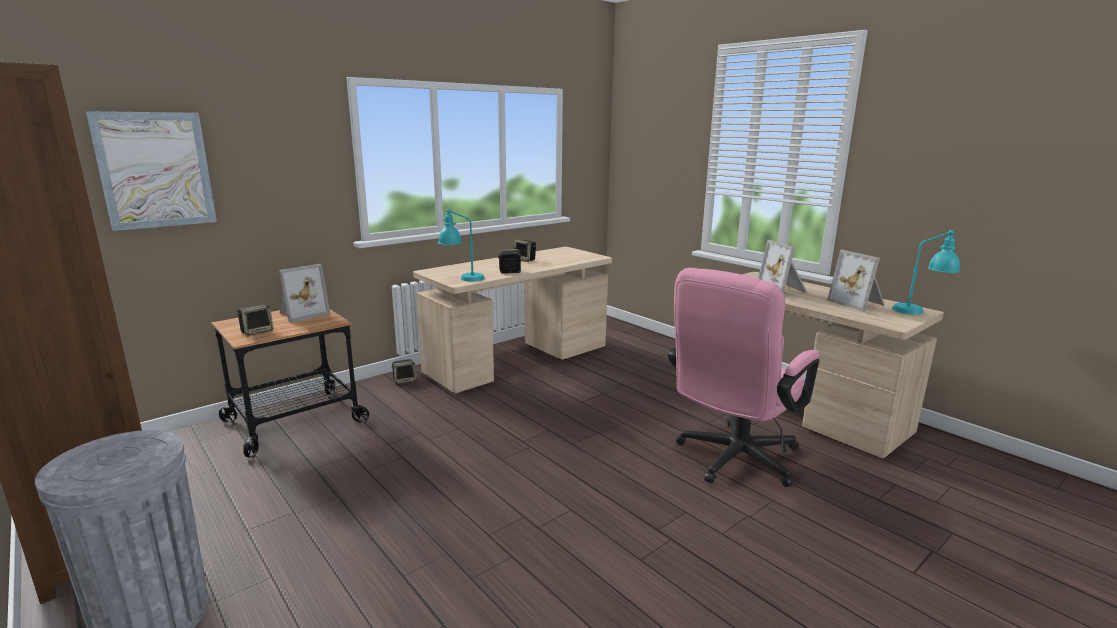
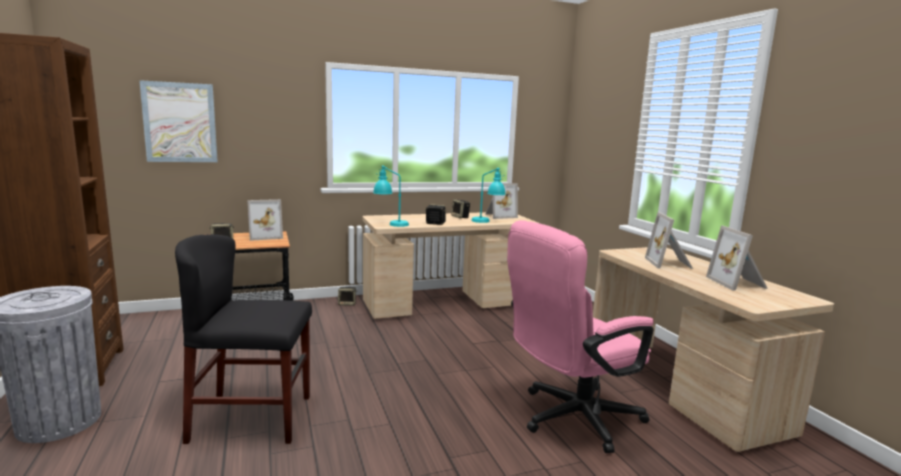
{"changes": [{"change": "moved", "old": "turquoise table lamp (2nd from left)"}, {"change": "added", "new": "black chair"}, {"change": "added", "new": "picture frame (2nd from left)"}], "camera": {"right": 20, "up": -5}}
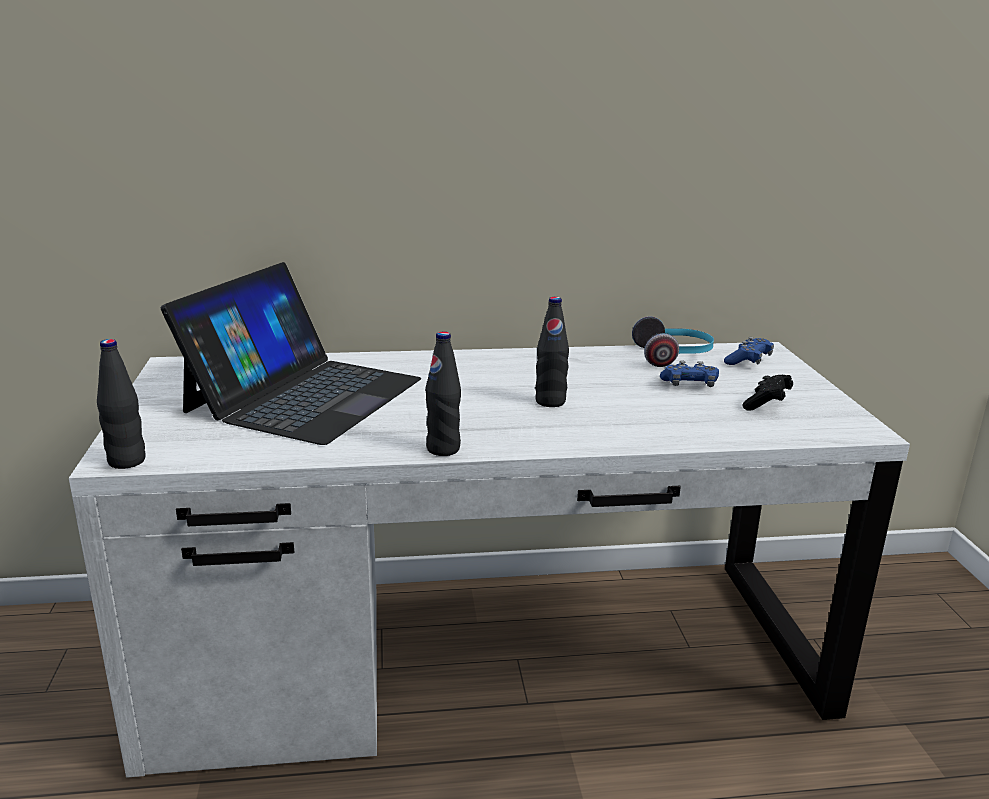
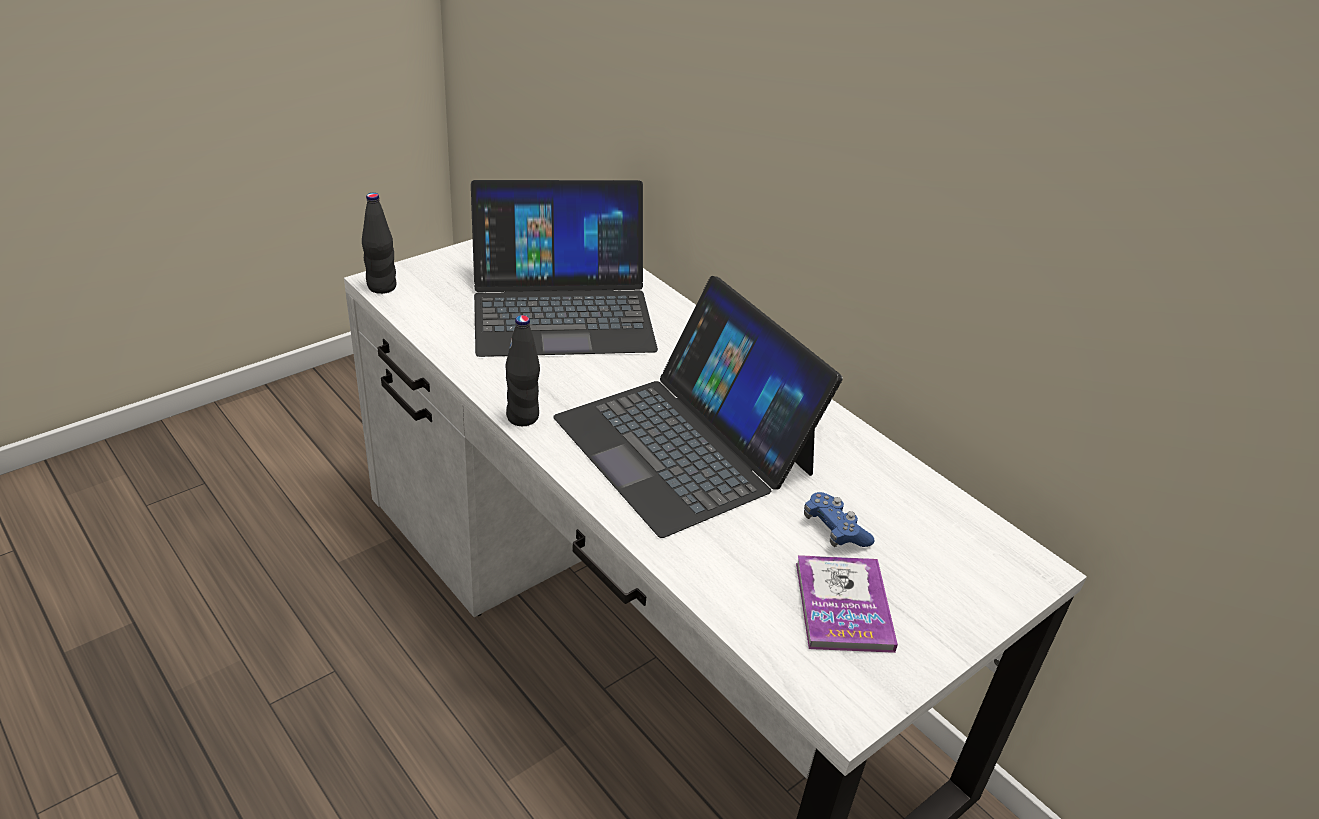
{"changes": [{"change": "replaced", "old": "black bottle (3rd from left)", "new": "laptop (2nd from left)"}, {"change": "removed", "old": "headphones"}, {"change": "removed", "old": "blue game controller (2nd from left)"}, {"change": "replaced", "old": "black game controller", "new": "book"}], "camera": {"right": 55, "up": 15}}
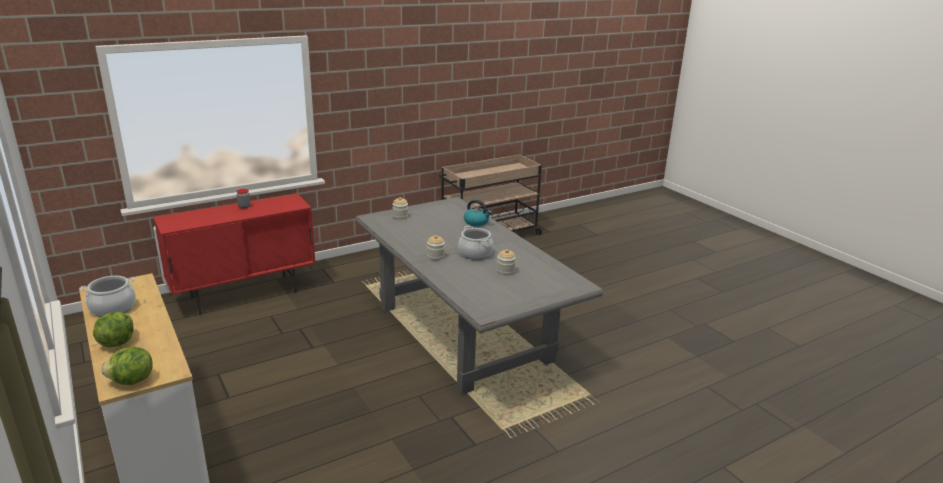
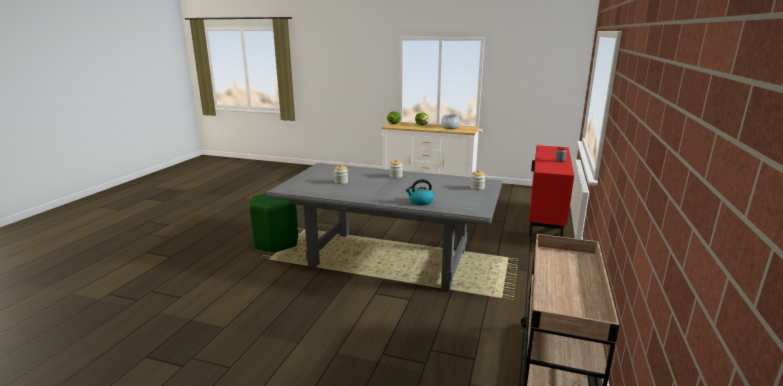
{"changes": [{"change": "removed", "old": "cooking pot (2nd from left)"}, {"change": "added", "new": "green stool"}], "camera": {"right": 140, "up": -5}}
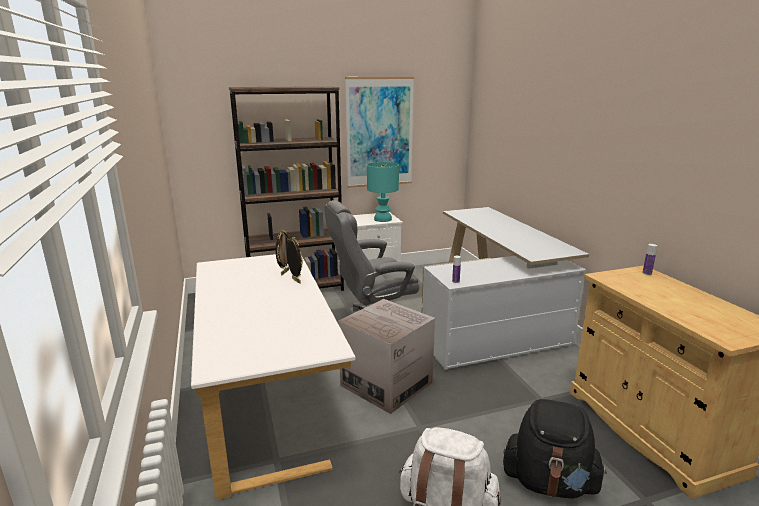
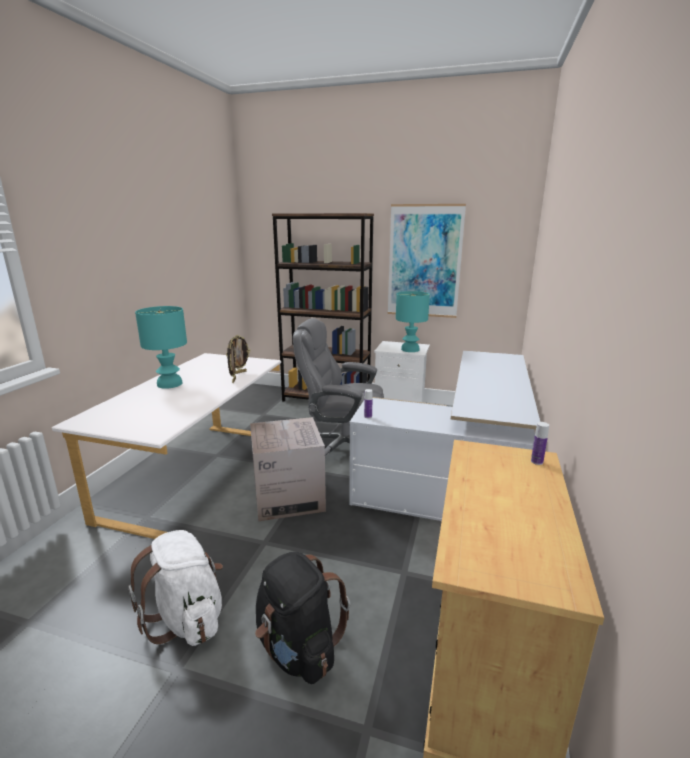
{"changes": [{"change": "added", "new": "turquoise table lamp (1st from left)"}], "camera": {"right": 35, "up": 0}}
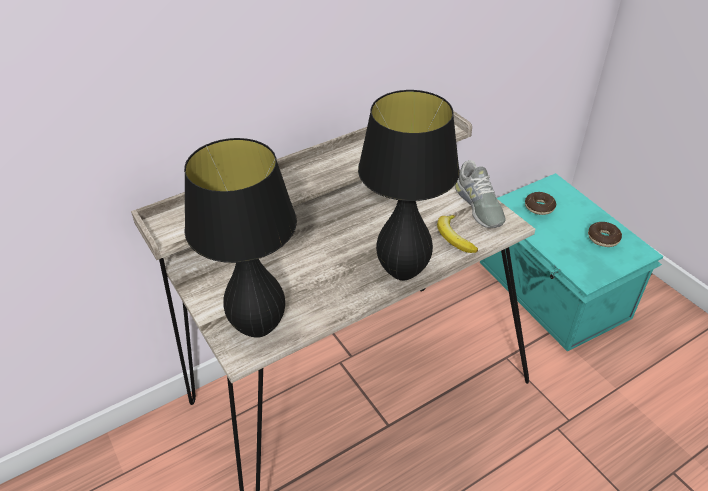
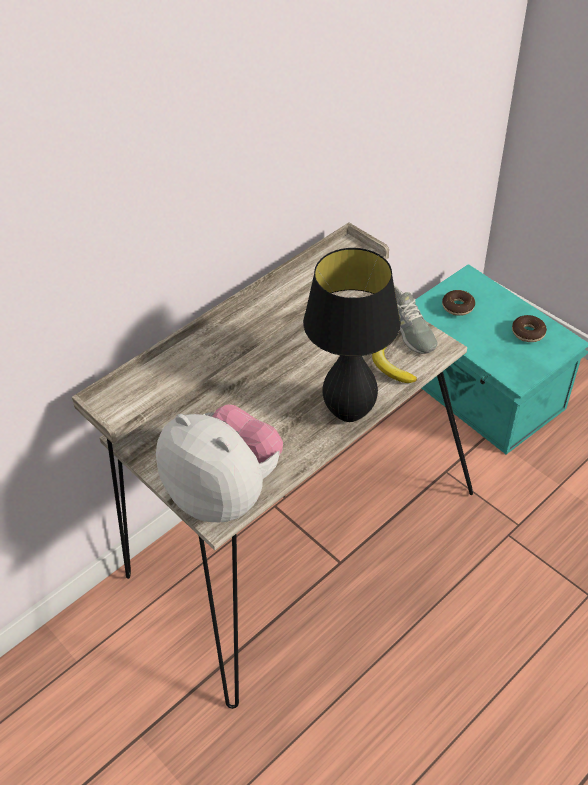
{"changes": [{"change": "replaced", "old": "black table lamp (1st from left)", "new": "plush toy"}], "camera": {"right": -10, "up": 5}}
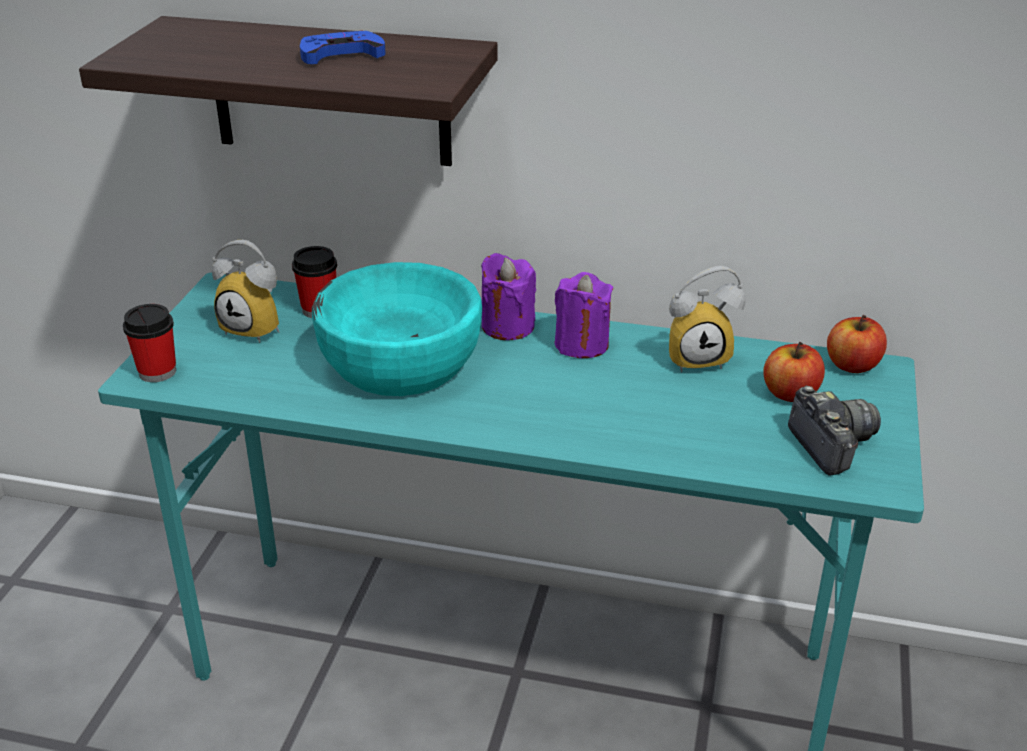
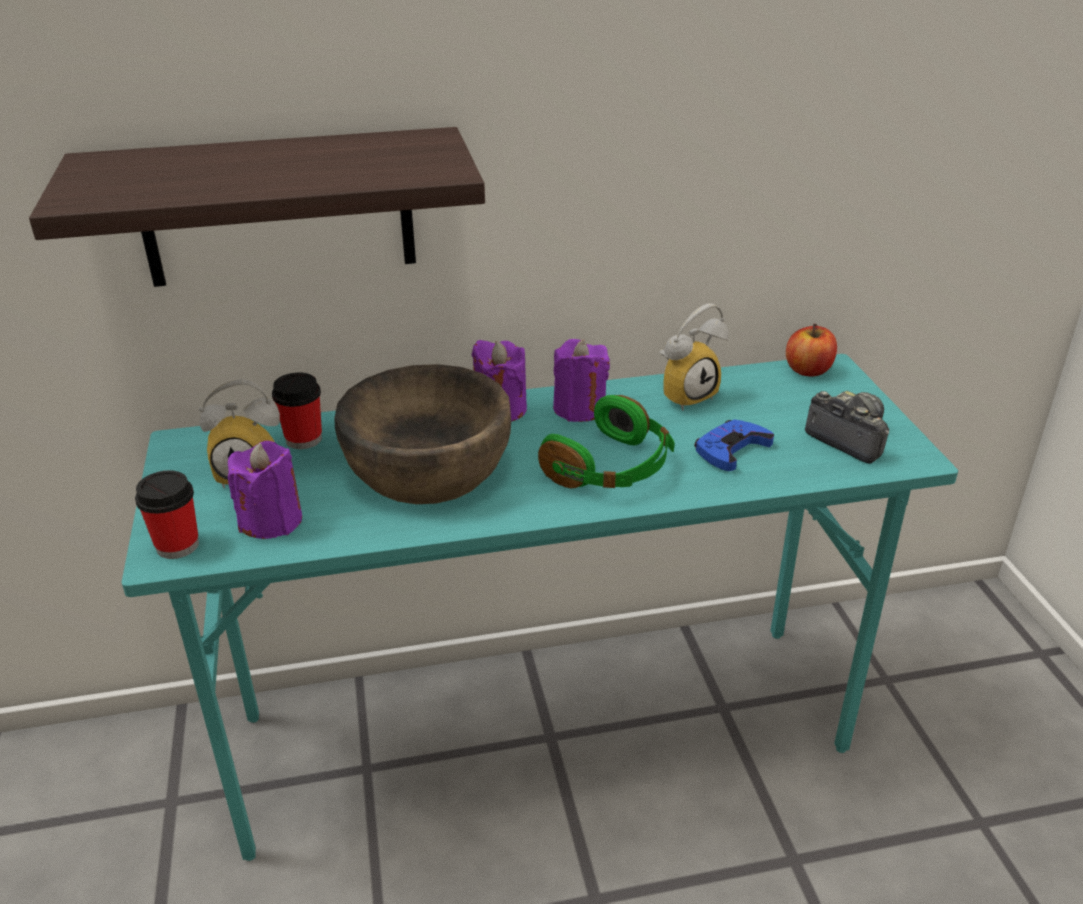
{"changes": [{"change": "moved", "old": "blue game controller"}, {"change": "recoloured", "old": "turquoise bowl", "new": "brown bowl"}, {"change": "removed", "old": "apple (1st from left)"}, {"change": "added", "new": "purple candle (1st from left)"}, {"change": "added", "new": "green headphones"}], "camera": {"right": -25, "up": 0}}
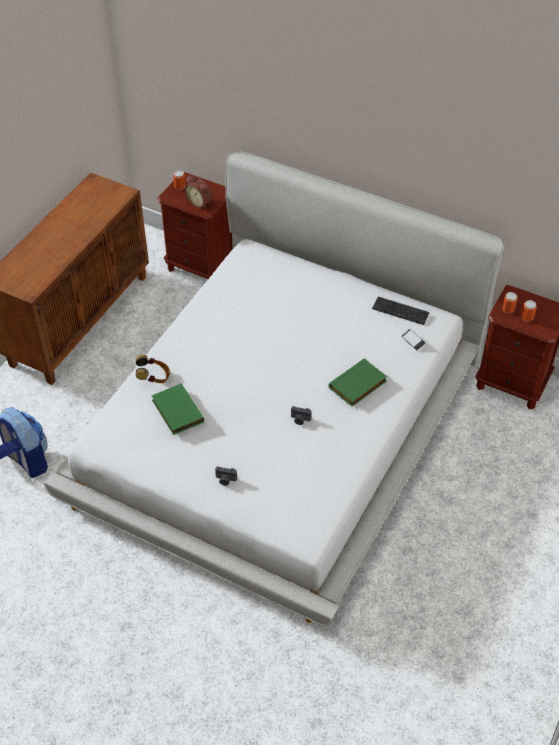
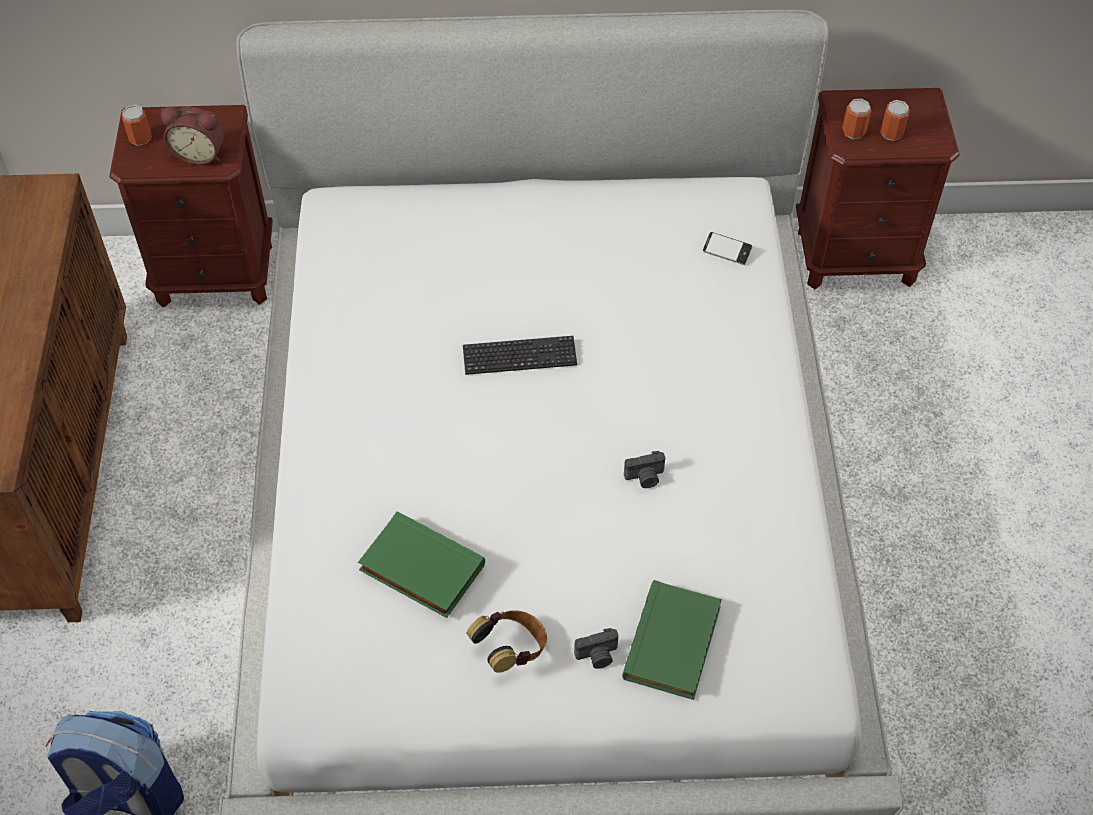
{"changes": [{"change": "moved", "old": "headphones"}, {"change": "moved", "old": "green book (2nd from left)"}, {"change": "moved", "old": "keyboard"}], "camera": {"right": -30, "up": 5}}
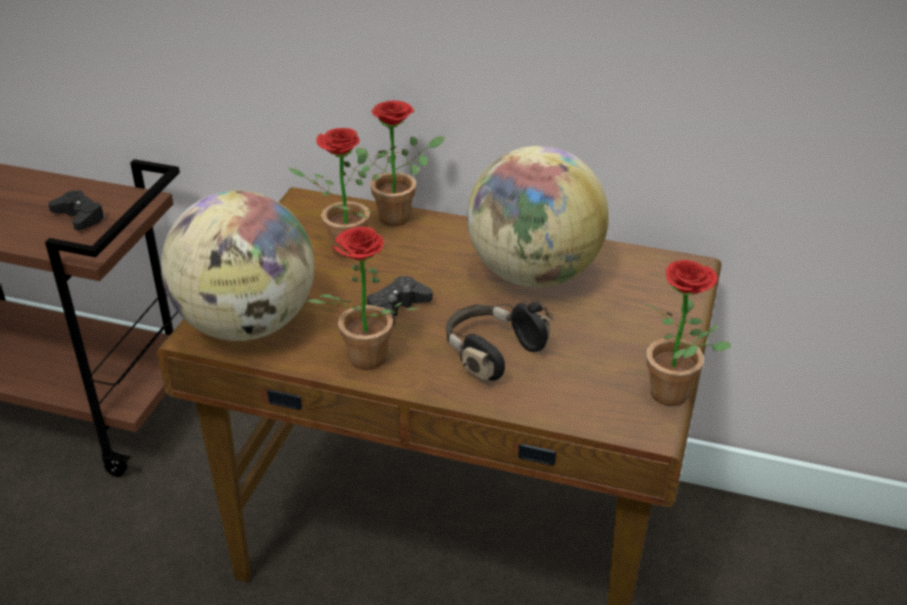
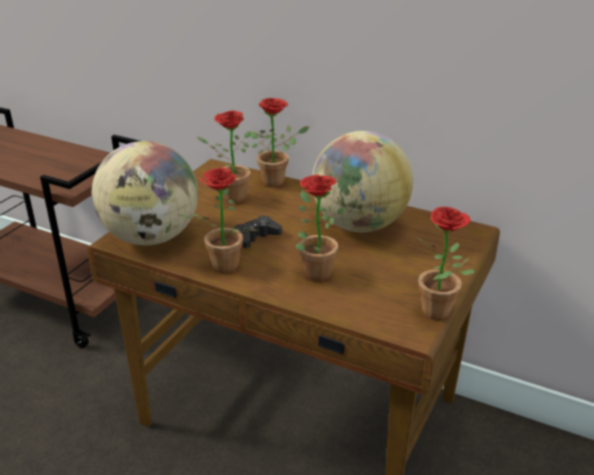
{"changes": [{"change": "removed", "old": "black game controller (1st from left)"}, {"change": "replaced", "old": "black headphones", "new": "potted plant (4th from left)"}], "camera": {"right": 10, "up": -5}}
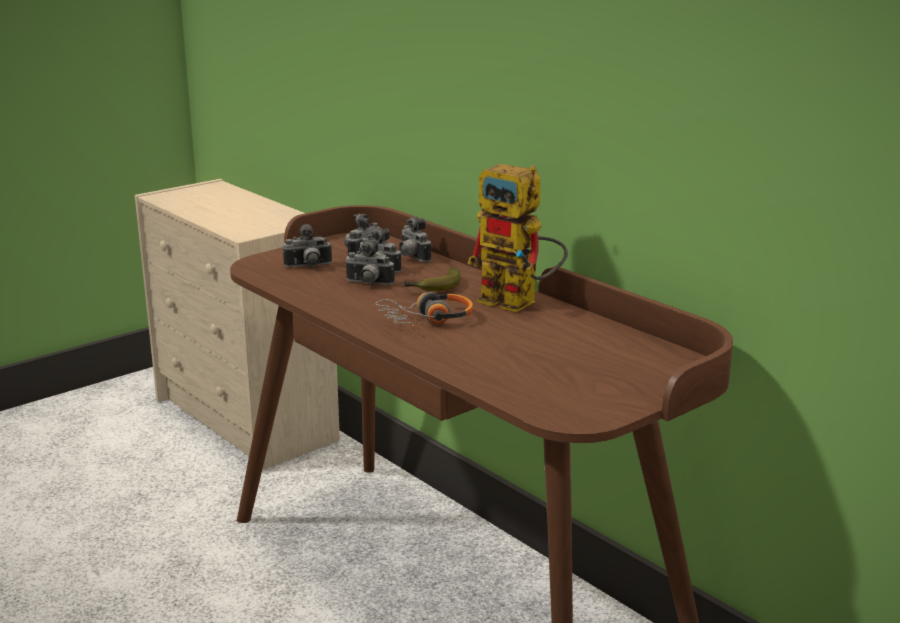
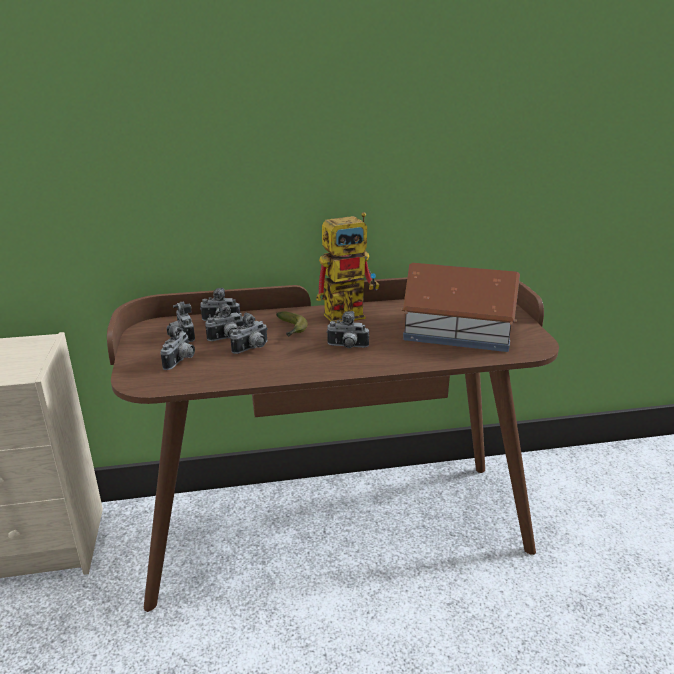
{"changes": [{"change": "replaced", "old": "headphones", "new": "photo camera (6th from left)"}, {"change": "added", "new": "toy house"}], "camera": {"right": -60, "up": 5}}
